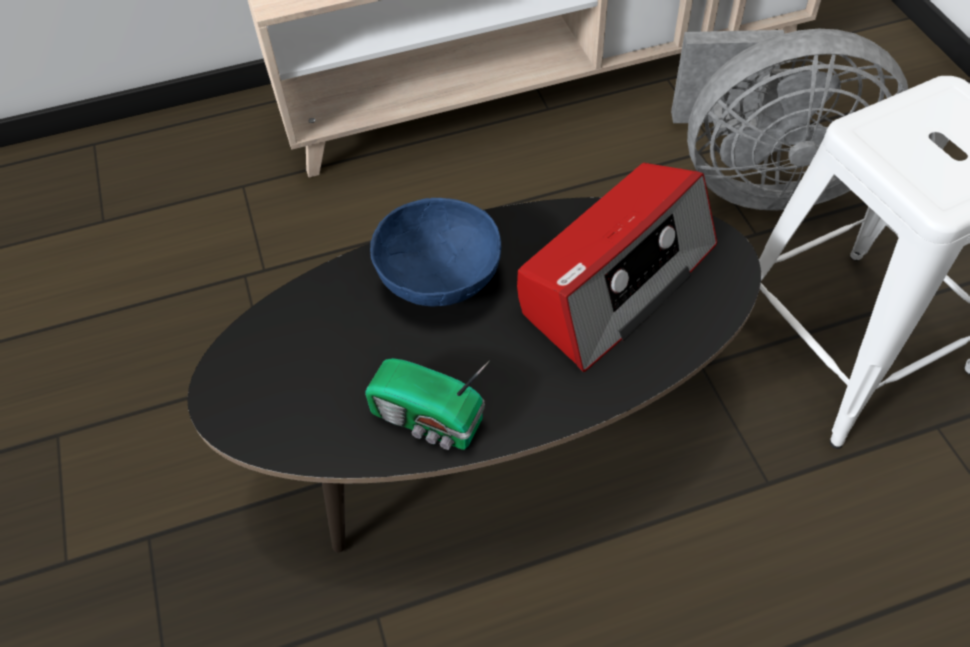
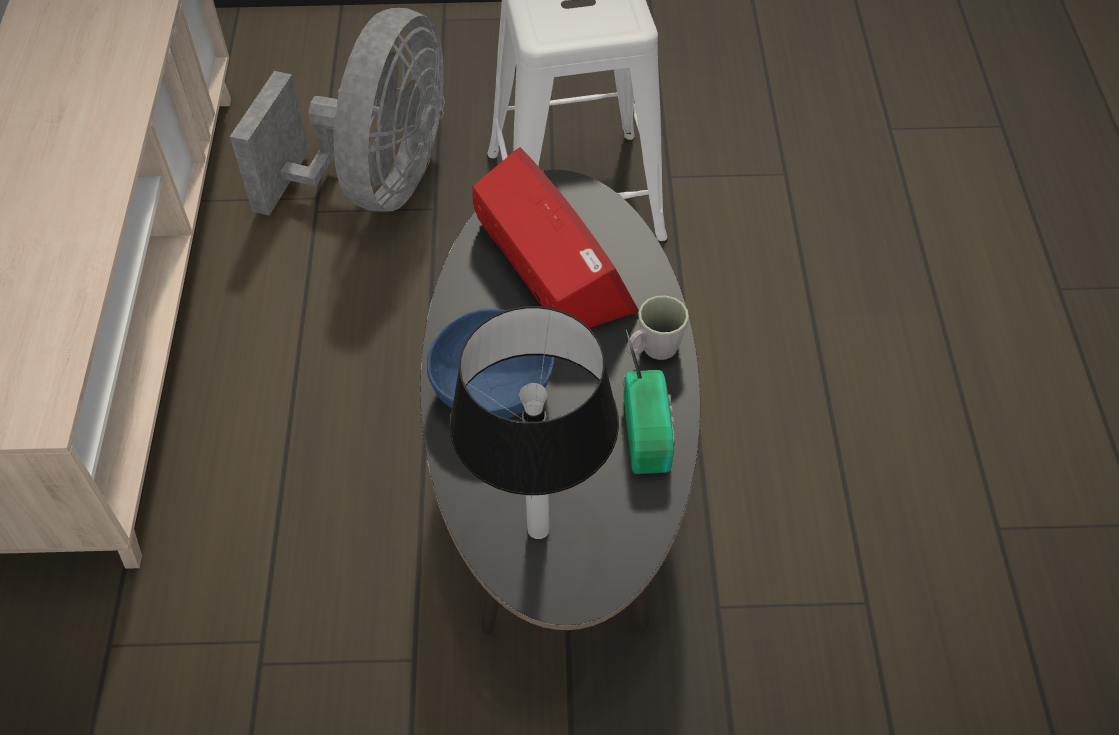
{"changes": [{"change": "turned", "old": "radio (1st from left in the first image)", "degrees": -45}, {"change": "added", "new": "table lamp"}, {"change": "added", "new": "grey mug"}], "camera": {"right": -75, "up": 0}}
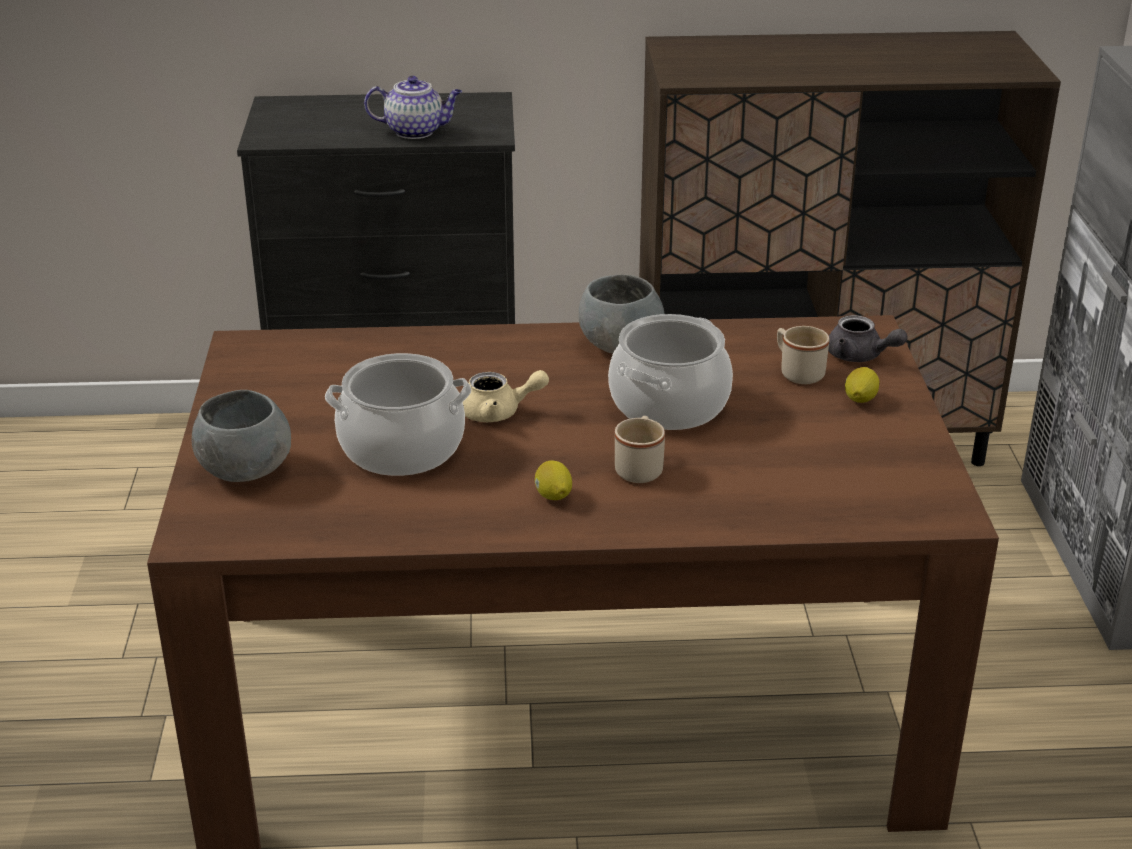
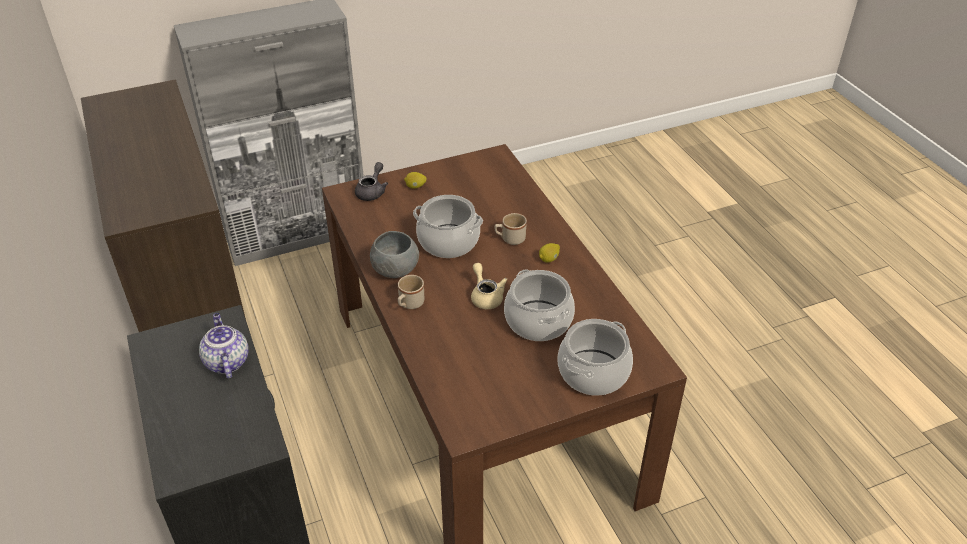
{"changes": [{"change": "replaced", "old": "grey bowl (1st from left)", "new": "cooking pot (3rd from left)"}, {"change": "moved", "old": "beige mug (2nd from left in the first image)", "new": "beige mug (1st from left)"}], "camera": {"right": -110, "up": 10}}
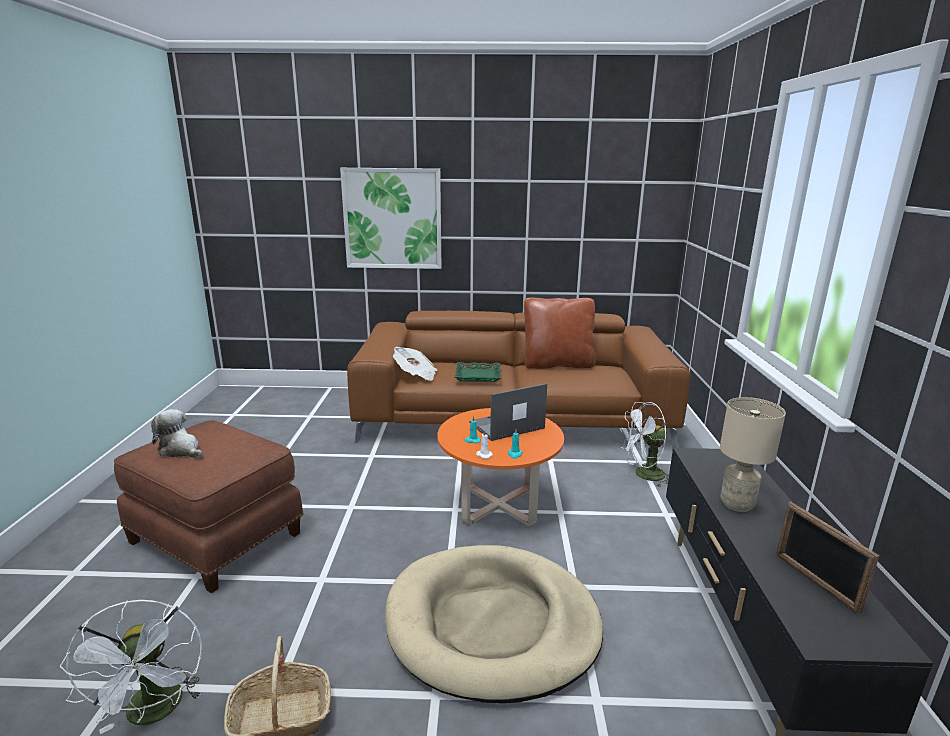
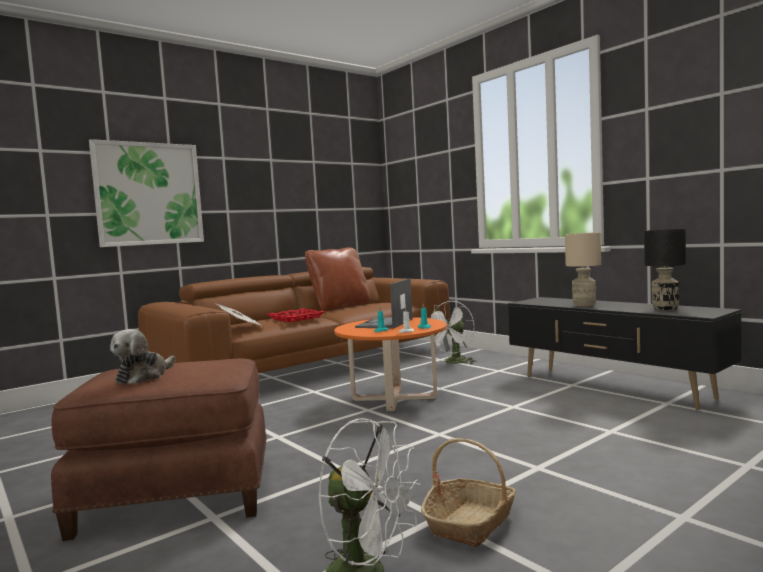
{"changes": [{"change": "turned", "old": "plush toy", "degrees": -60}, {"change": "removed", "old": "beige dog bed"}, {"change": "recoloured", "old": "green tray", "new": "red tray"}, {"change": "replaced", "old": "picture frame", "new": "black table lamp"}], "camera": {"right": -40, "up": -15}}
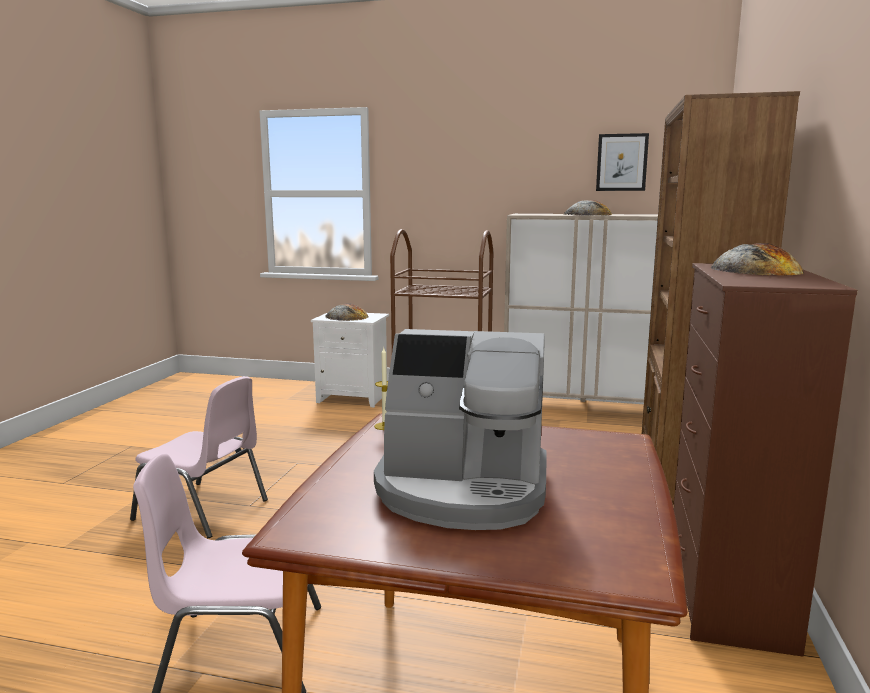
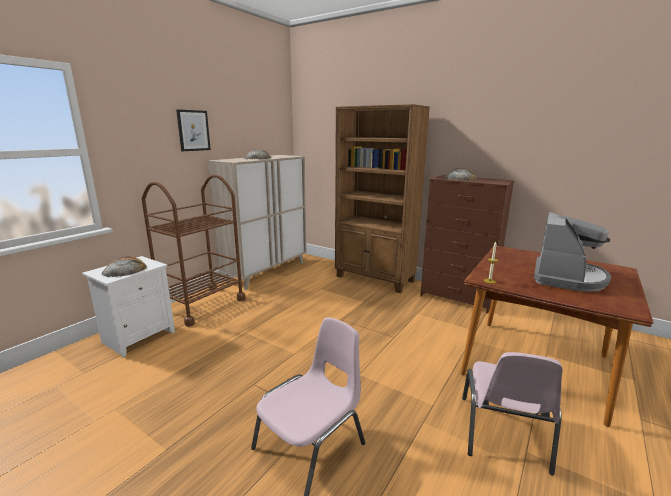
{"changes": [{"change": "moved", "old": "picture"}], "camera": {"right": -70, "up": 5}}
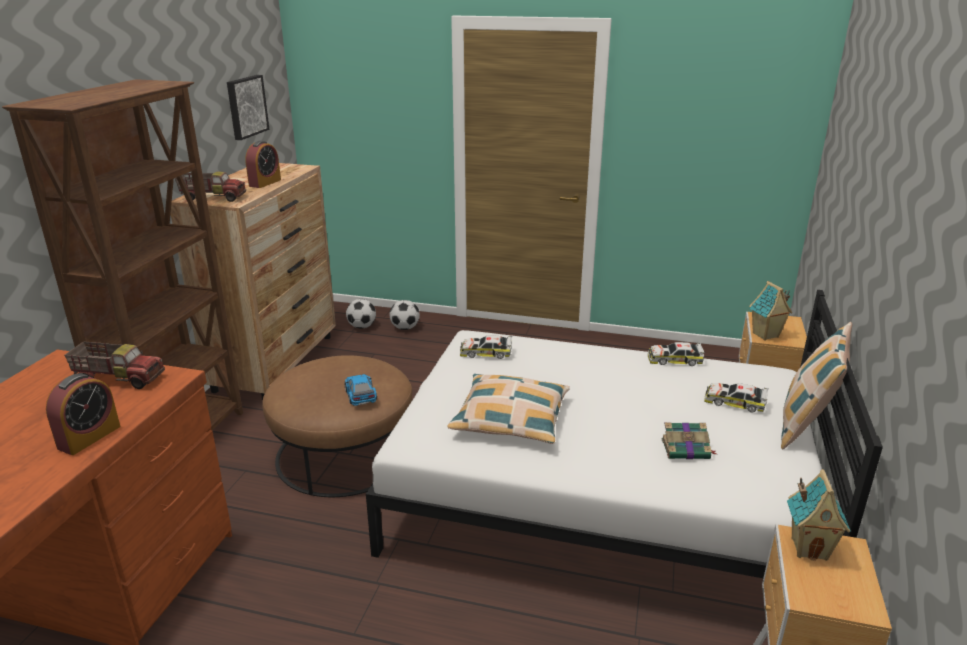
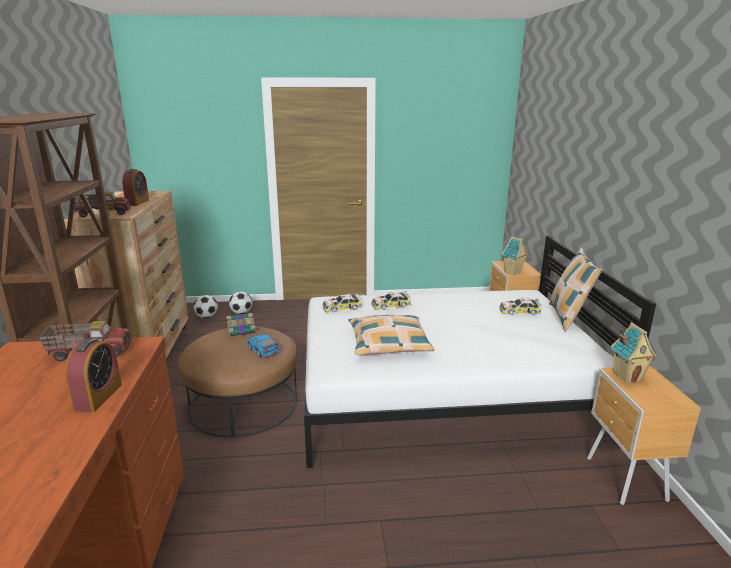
{"changes": [{"change": "removed", "old": "picture"}, {"change": "moved", "old": "toy car (3rd from left)"}, {"change": "moved", "old": "book"}], "camera": {"right": -20, "up": -5}}
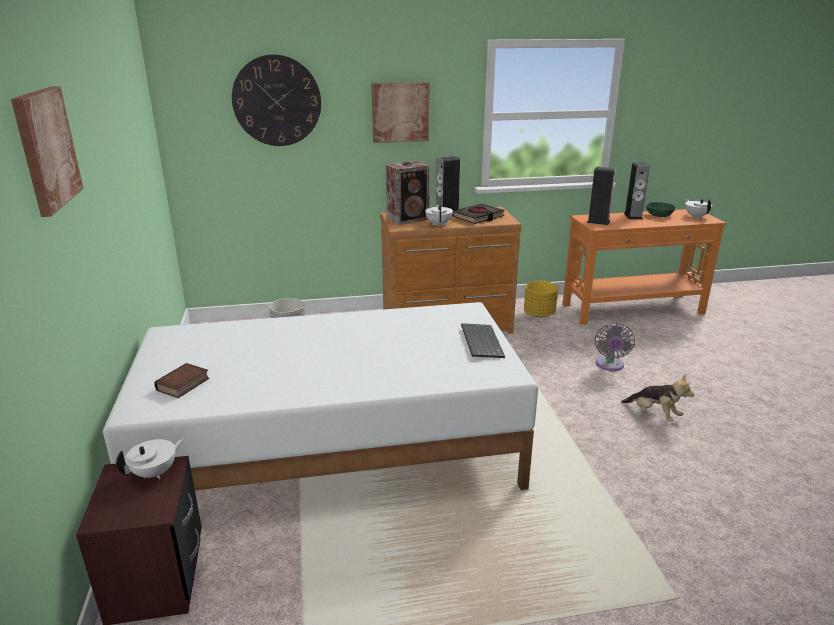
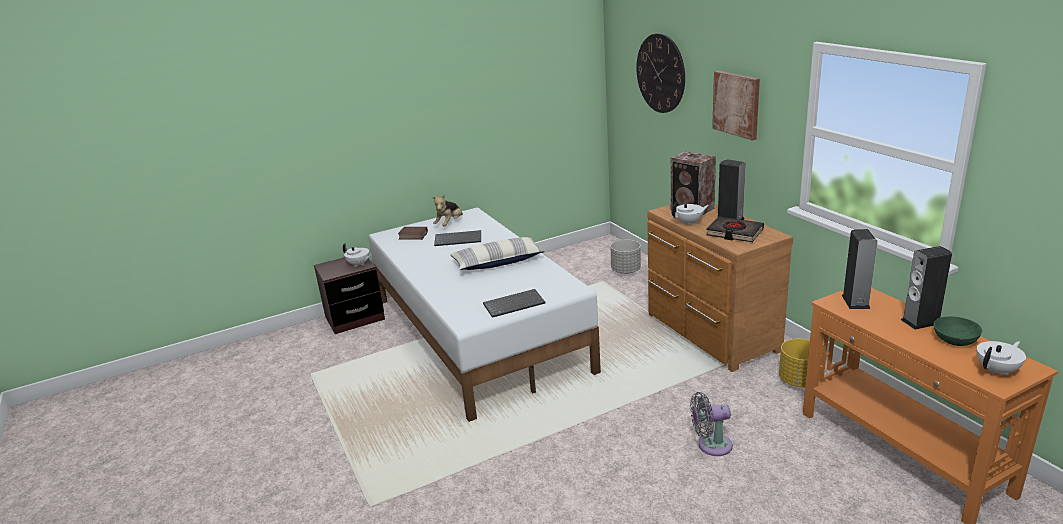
{"changes": [{"change": "removed", "old": "picture (1st from left)"}, {"change": "moved", "old": "plush toy"}, {"change": "added", "new": "keyboard (1st from left)"}, {"change": "added", "new": "pillow"}], "camera": {"right": 75, "up": 0}}
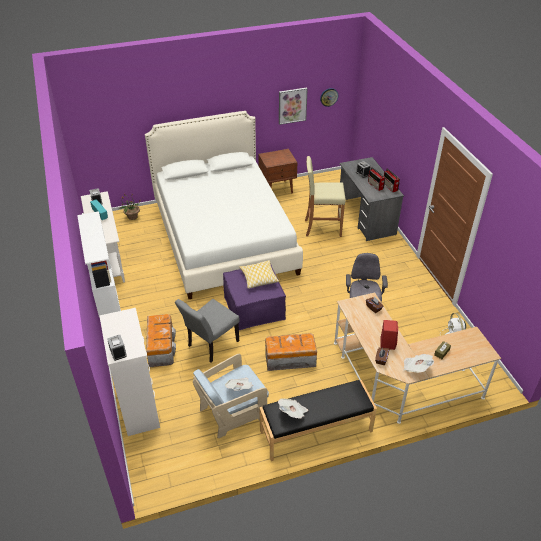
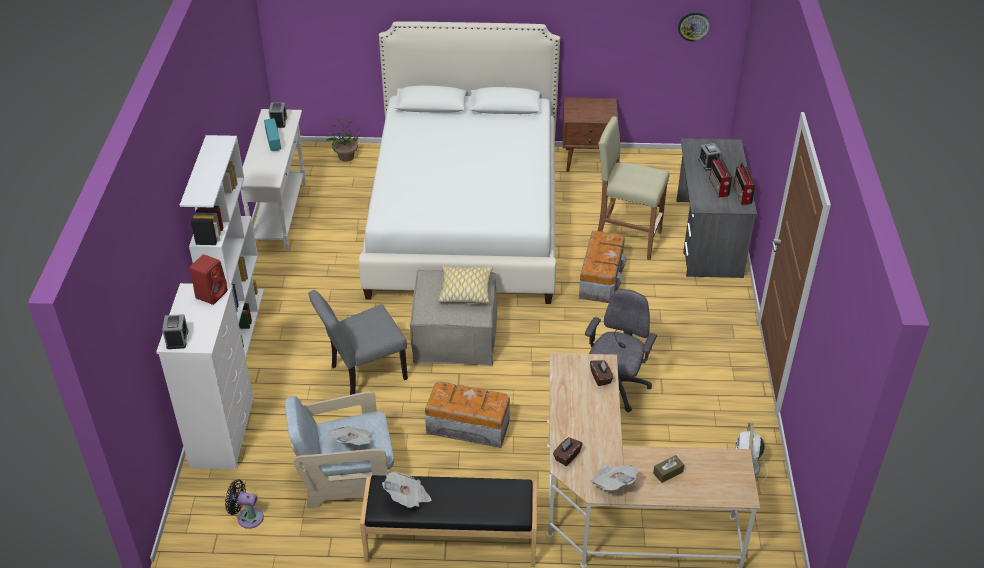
{"changes": [{"change": "moved", "old": "storage box (1st from left in the first image)", "new": "storage box (2nd from left)"}, {"change": "recoloured", "old": "purple ottoman", "new": "beige ottoman"}, {"change": "removed", "old": "picture"}, {"change": "moved", "old": "red speaker"}, {"change": "added", "new": "black fan"}], "camera": {"right": 20, "up": 0}}
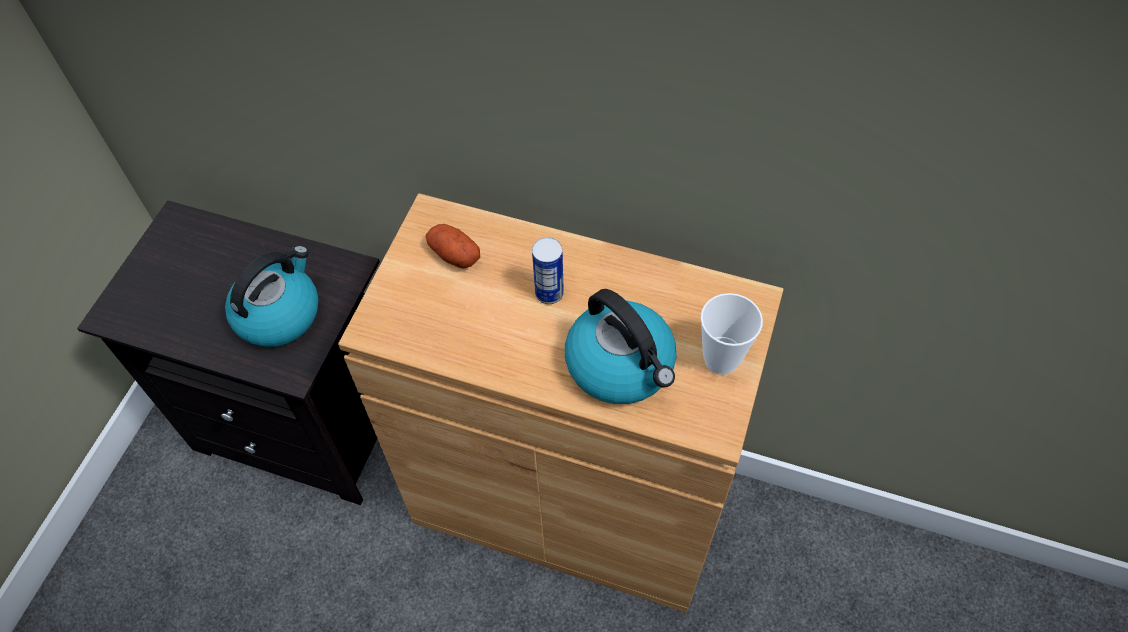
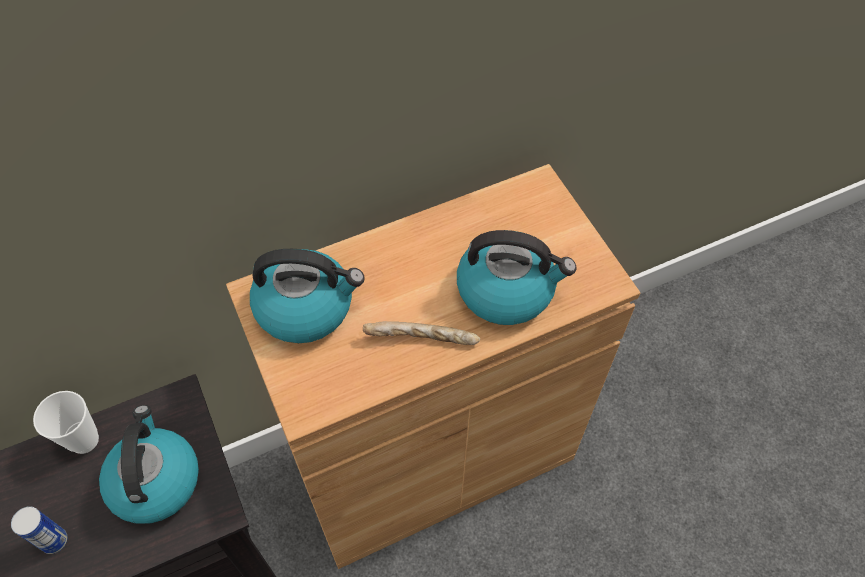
{"changes": [{"change": "replaced", "old": "potato", "new": "kettle (2nd from left)"}, {"change": "moved", "old": "can"}, {"change": "moved", "old": "cup"}, {"change": "added", "new": "bread"}], "camera": {"right": -45, "up": 0}}
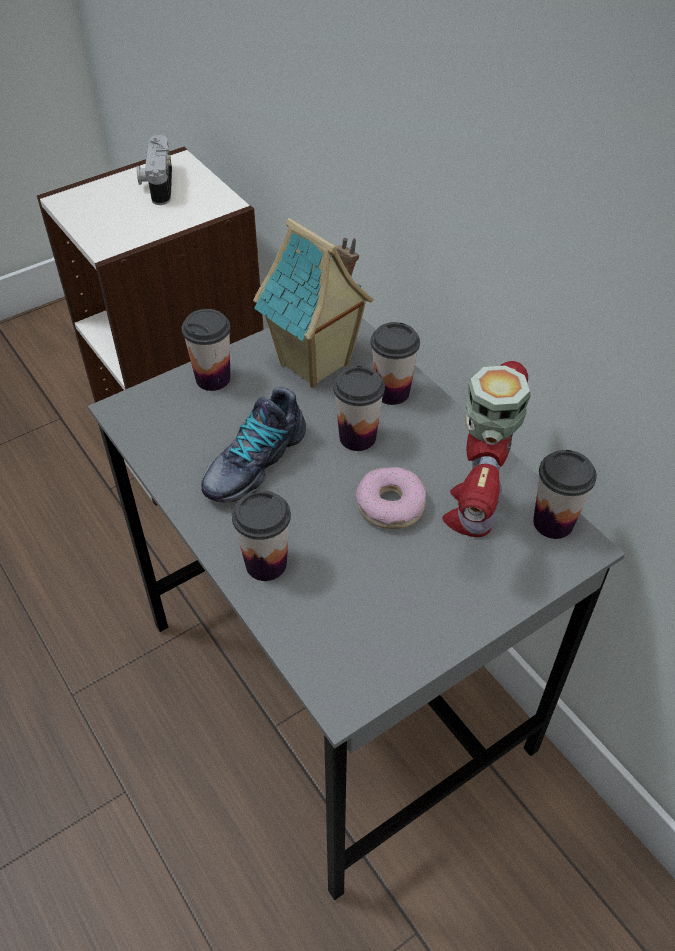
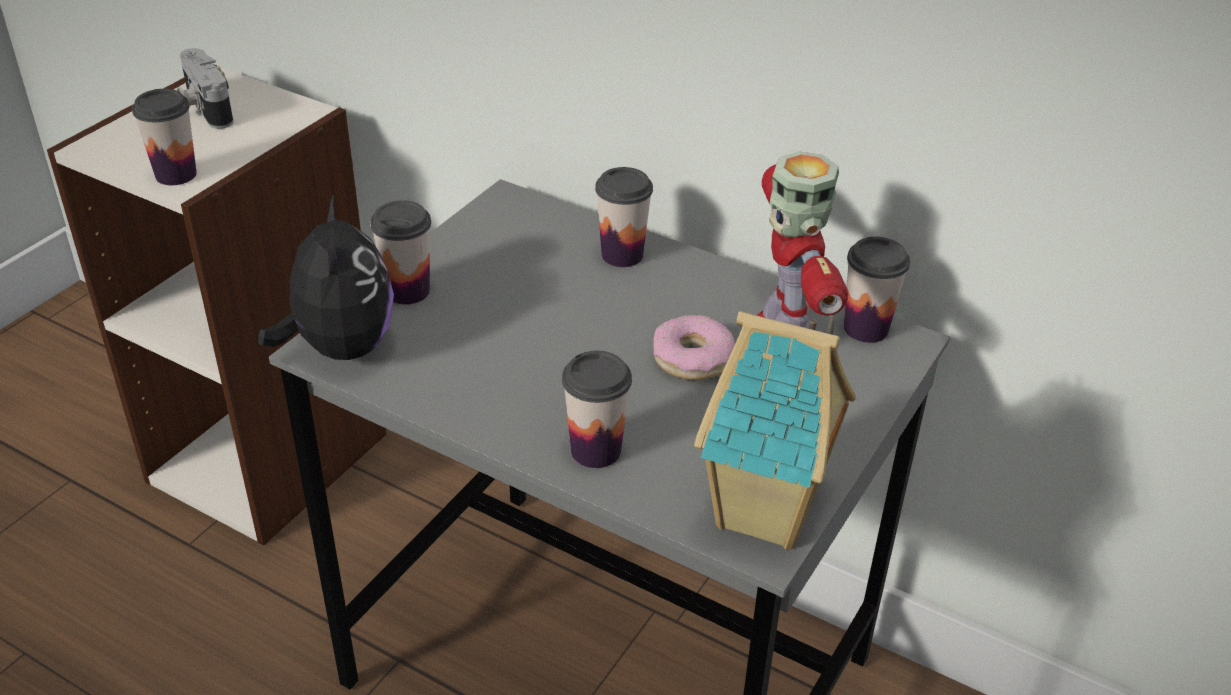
{"changes": [{"change": "removed", "old": "shoe"}, {"change": "moved", "old": "toy house"}, {"change": "moved", "old": "cup (3rd from left in the first image)", "new": "cup (1st from left)"}, {"change": "added", "new": "plush toy"}], "camera": {"right": -25, "up": -10}}
